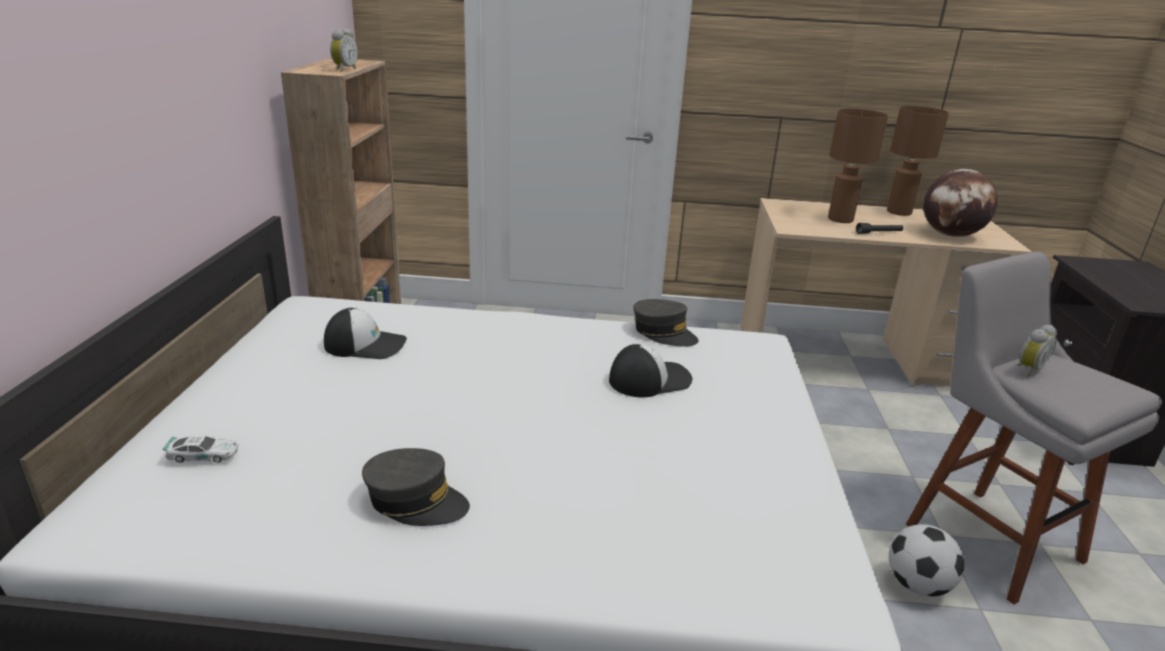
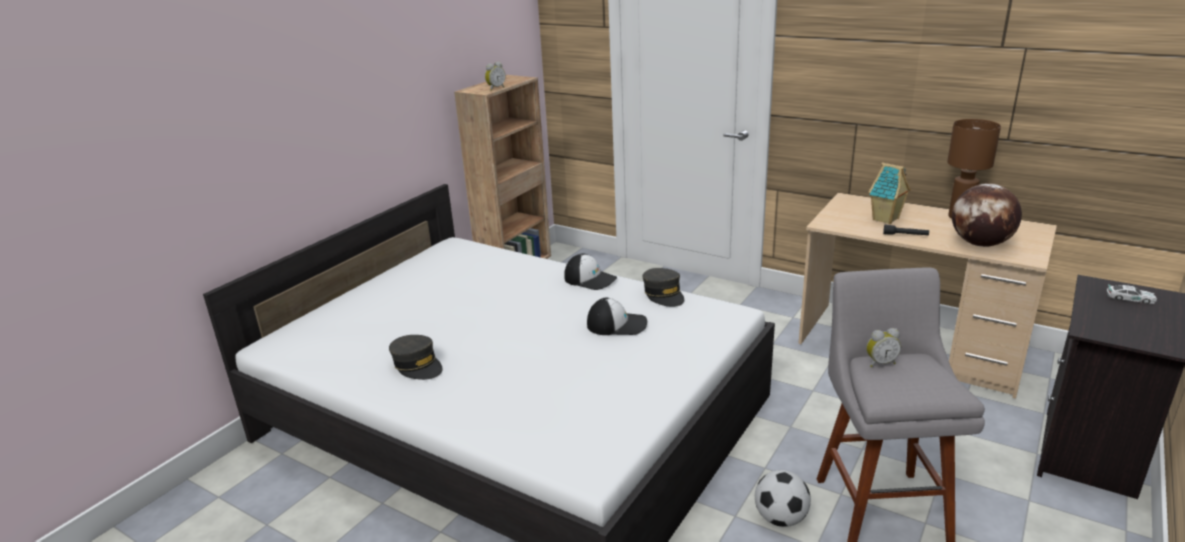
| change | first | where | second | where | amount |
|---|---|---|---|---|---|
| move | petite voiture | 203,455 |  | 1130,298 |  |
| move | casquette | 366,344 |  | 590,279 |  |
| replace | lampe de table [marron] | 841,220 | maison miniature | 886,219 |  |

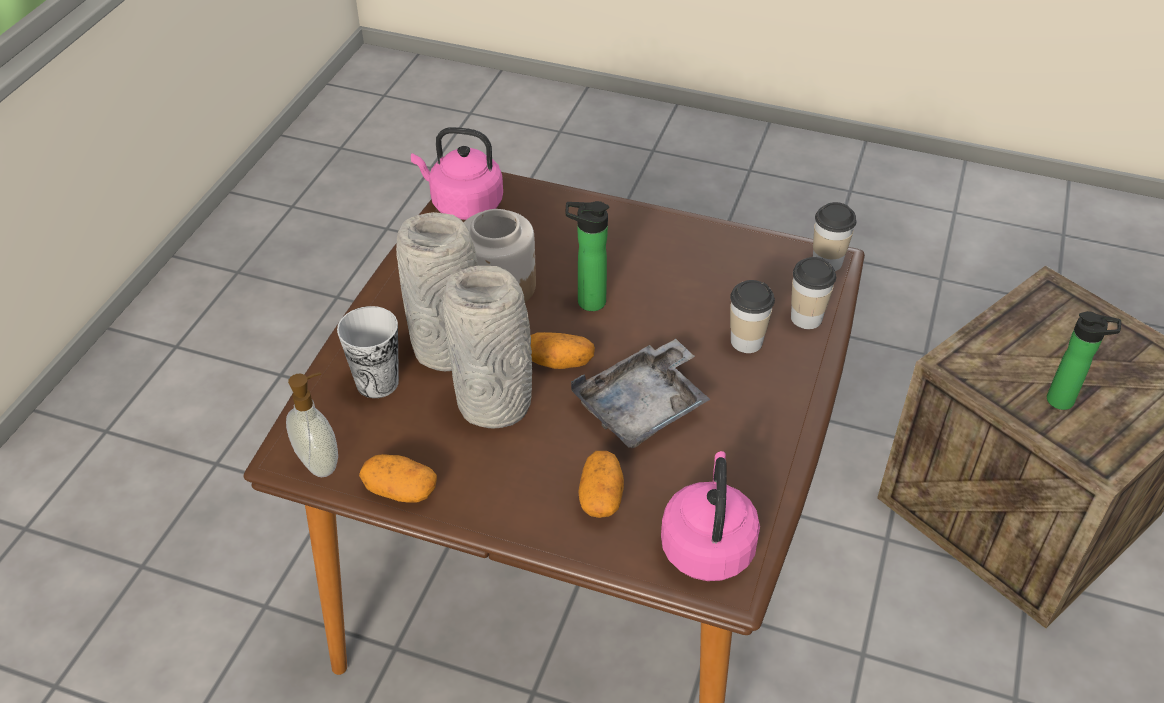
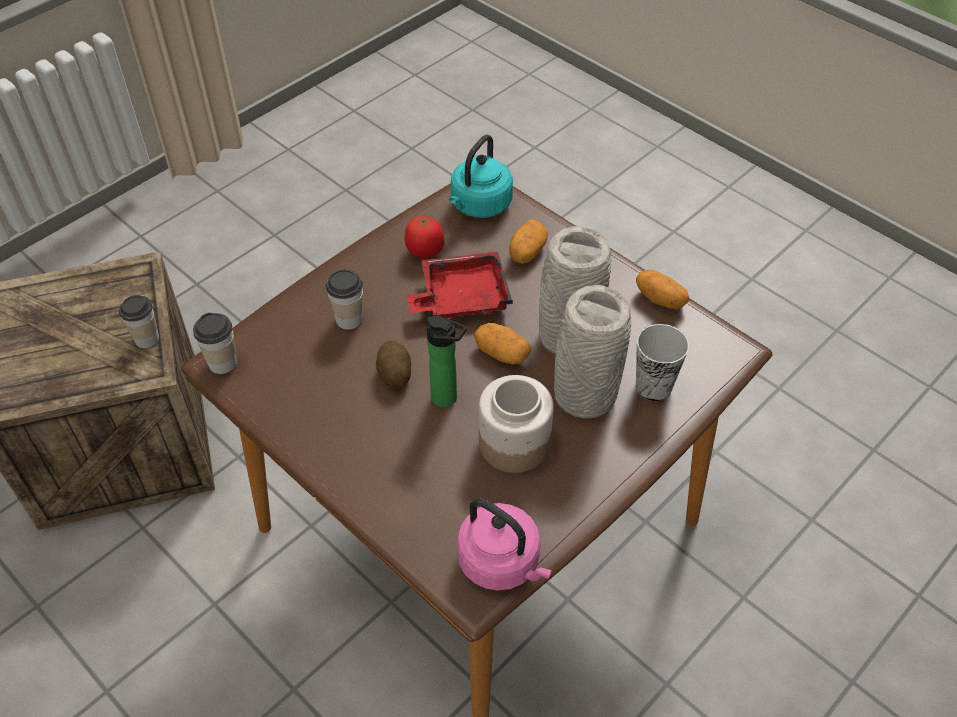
| change | first | where | second | where | amount |
|---|---|---|---|---|---|
| delete | distributeur de savon | 320,462 |  |  |  |
| recolor | plateau [gris] | 643,407 | plateau [rouge] | 461,297 |  |
| recolor | bouilloire [rose] | 707,545 | bouilloire [turquoise] | 479,206 |  |
| move | tasse | 806,318 |  | 147,338 |  |
| delete | bouteille | 1064,401 |  |  |  |
| insert |  |  | pomme de terre | 394,373 |  |
| insert |  |  | tomate | 425,251 |  |

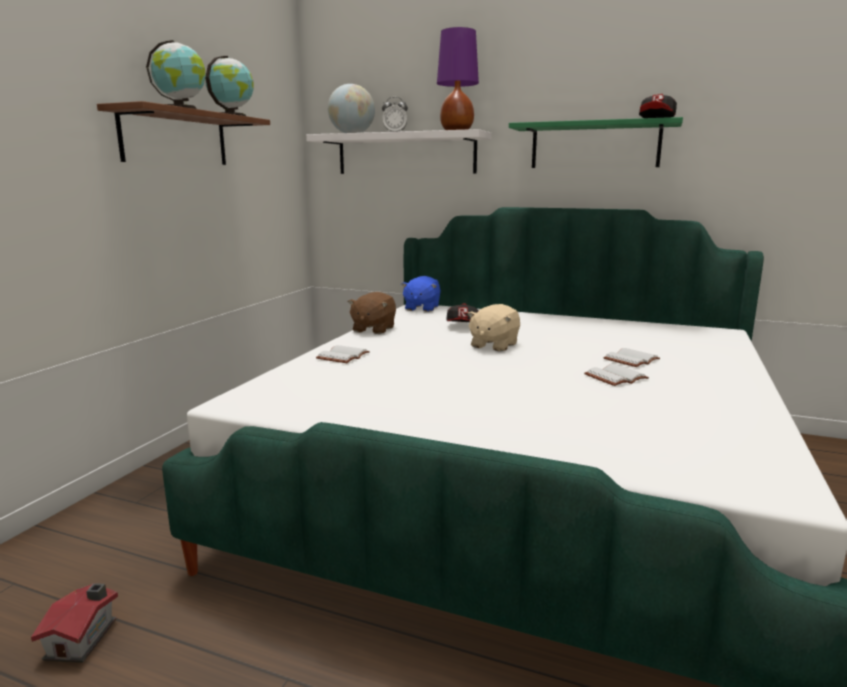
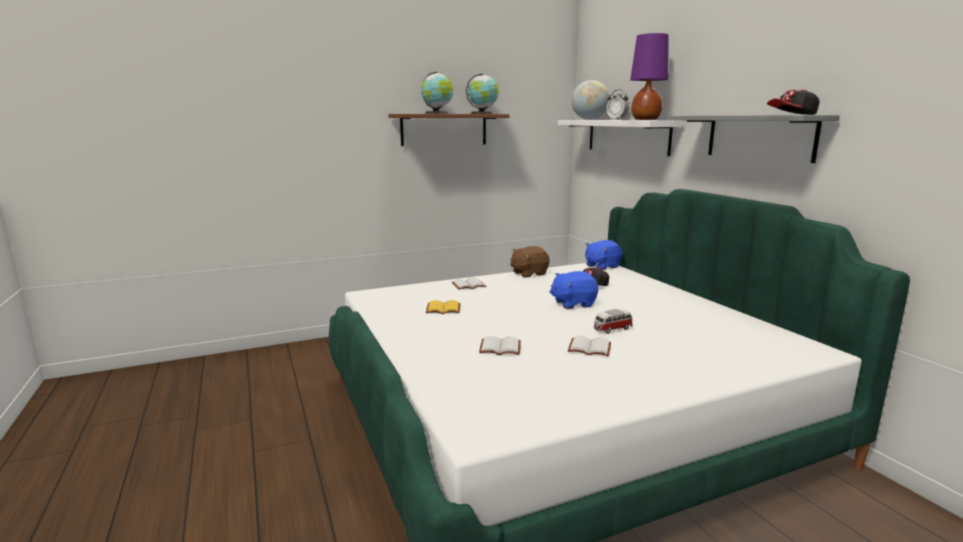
| change | first | where | second | where | amount |
|---|---|---|---|---|---|
| delete | maison miniature | 84,638 |  |  |  |
| recolor | peluche [beige] | 493,345 | peluche [bleu] | 573,303 |  |
| recolor | étagère [vert] | 594,146 | étagère [gris] | 759,137 |  |
| move | livre [blanc] | 632,360 |  | 499,348 |  |
| insert |  |  | livre [jaune] | 442,309 |  |
| insert |  |  | petite voiture | 612,329 |  |

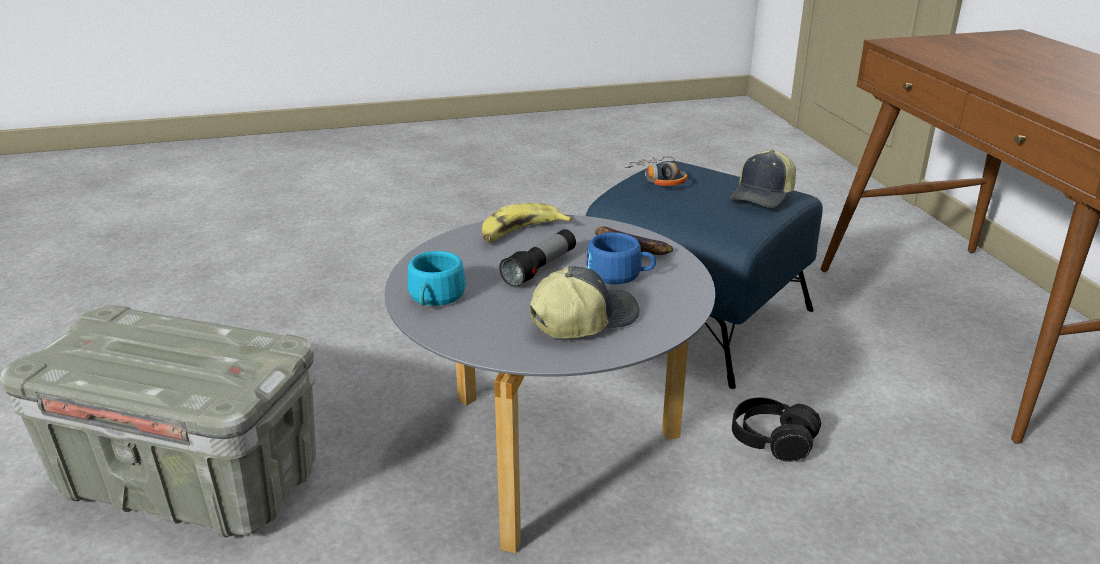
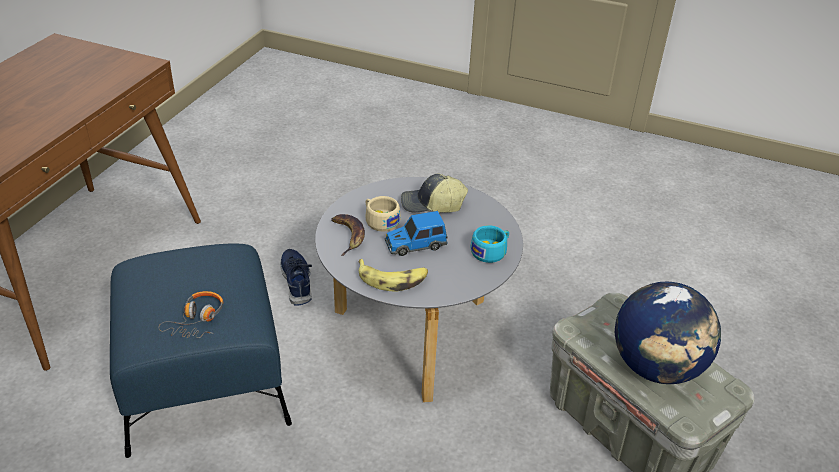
| change | first | where | second | where | amount |
|---|---|---|---|---|---|
| replace | lampe de poche | 540,269 | petite voiture | 415,245 |  |
| recolor | tasse [bleu] | 620,275 | tasse [beige] | 380,220 |  |
| delete | casquette | 763,196 |  |  |  |
| replace | casque audio [noir] | 772,440 | chaussure [bleu] | 297,281 |  |
| insert |  |  | globe | 656,367 |  |

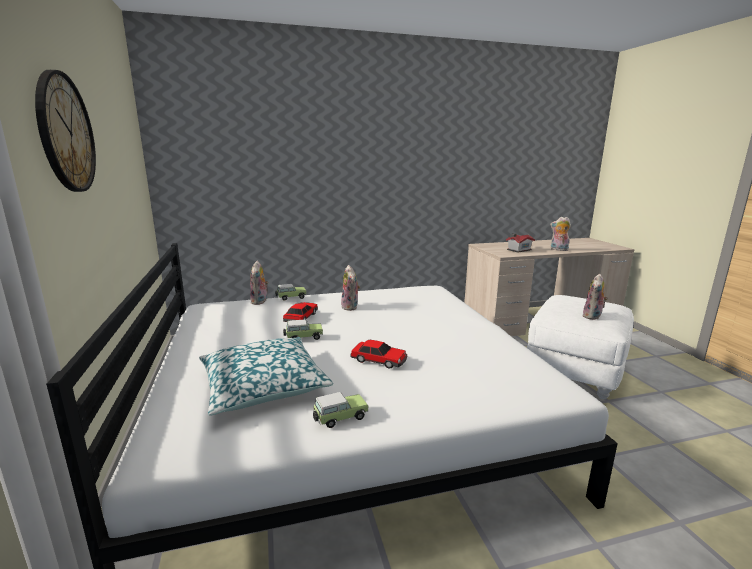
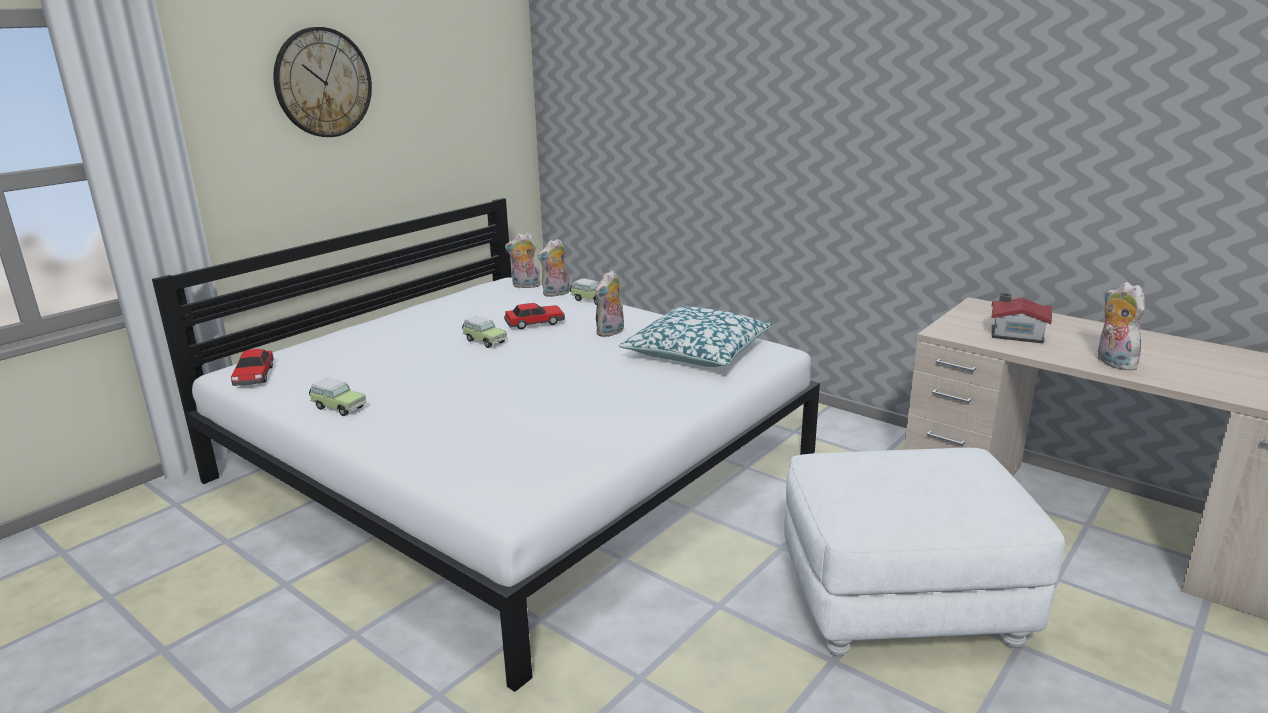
| change | first | where | second | where | amount |
|---|---|---|---|---|---|
| move | coussin | 263,385 |  | 697,352 |  |
| move | petite voiture | 379,360 |  | 254,376 |  |
| move | peluche | 593,317 |  | 525,286 |  |

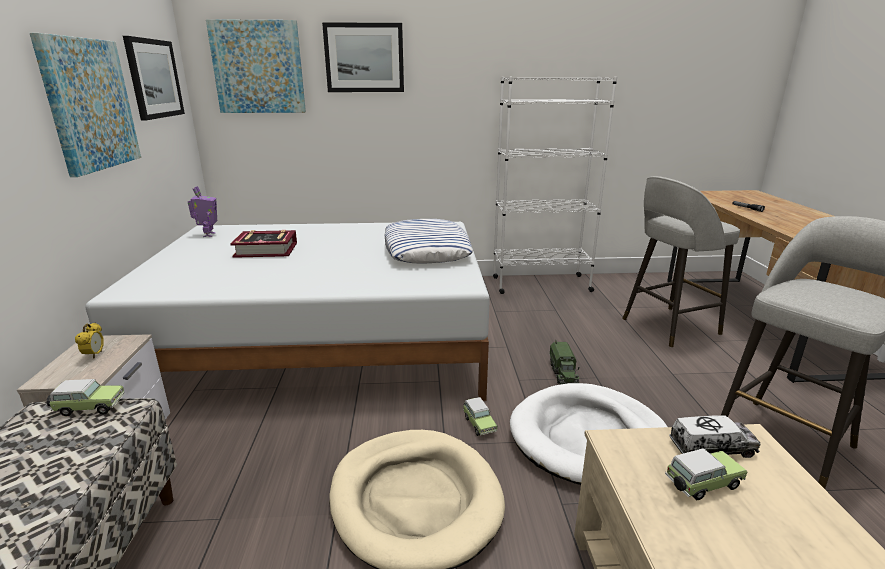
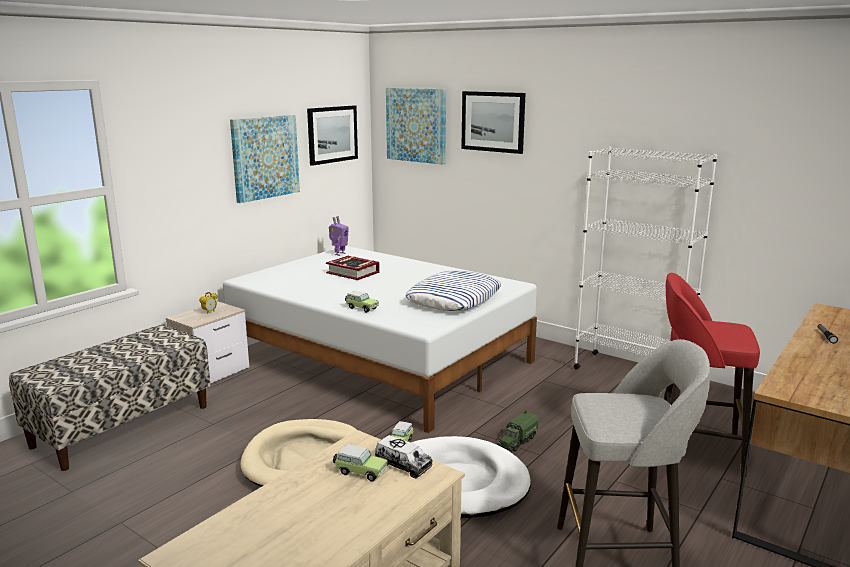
| change | first | where | second | where | amount |
|---|---|---|---|---|---|
| move | petite voiture | 88,408 |  | 361,308 |  |
| recolor | tabouret [gris] | 668,327 | tabouret [rouge] | 694,450 |  |

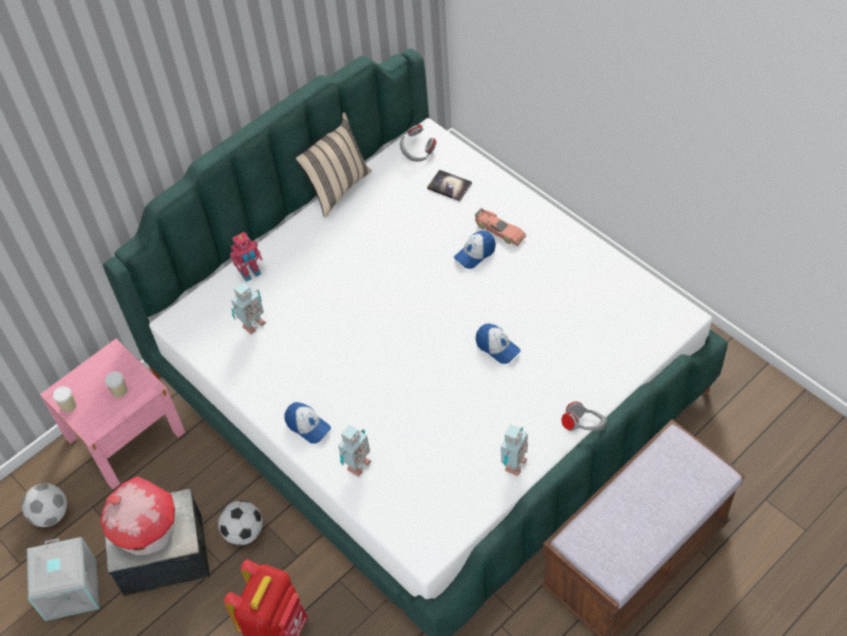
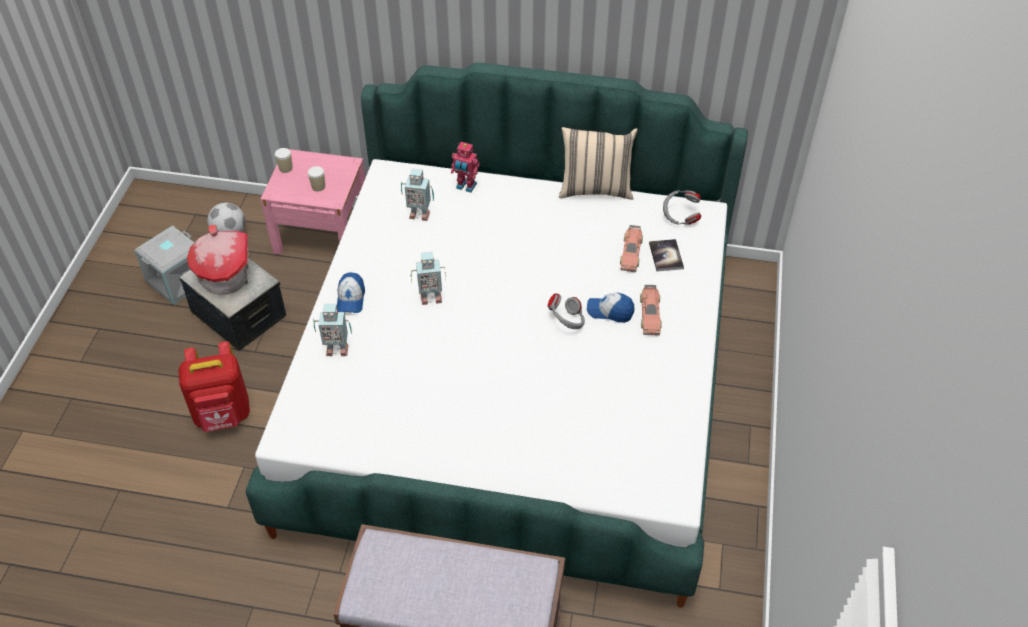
| change | first | where | second | where | amount |
|---|---|---|---|---|---|
| delete | ballon de foot | 244,532 |  |  |  |
| delete | casquette | 497,347 |  |  |  |
| move | robot jouet | 513,465 |  | 430,297 |  |
| move | casque audio [gris] | 584,426 |  | 567,322 |  |
| insert |  |  | petite voiture | 631,253 |  |

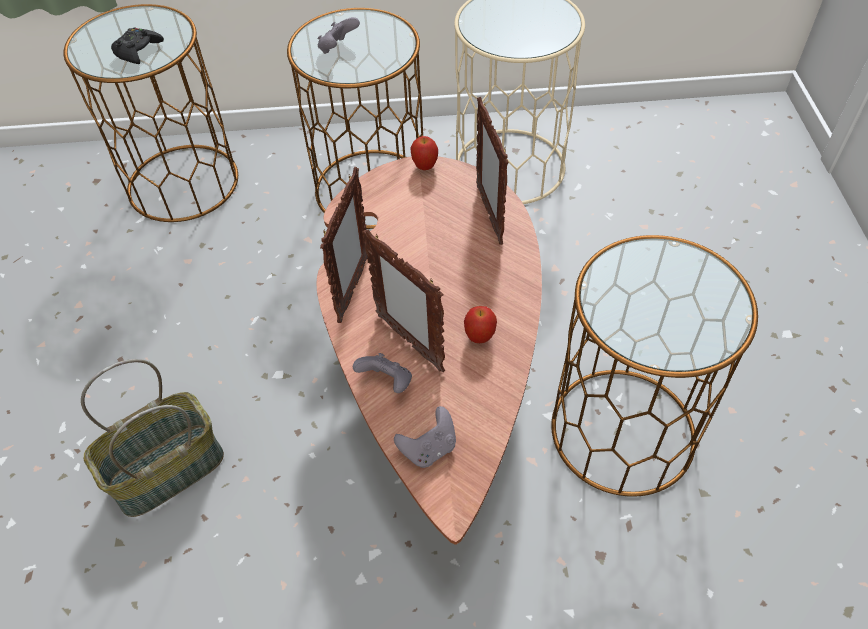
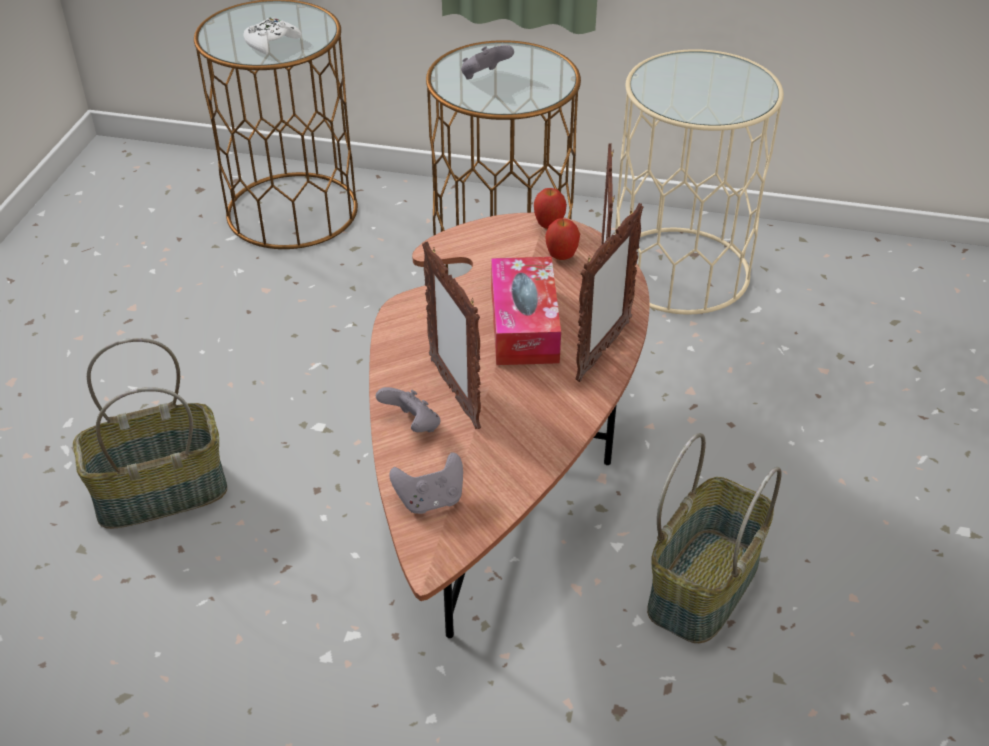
| change | first | where | second | where | amount |
|---|---|---|---|---|---|
| recolor | manette [noir] | 138,51 | manette [blanc] | 271,42 |  |
| move | cadre photo | 353,289 |  | 602,351 |  |
| move | pomme | 479,337 |  | 561,257 |  |
| replace | table d'appoint [marron] | 622,430 | panier | 702,584 |  |
| insert |  |  | boîte à mouchoirs | 524,325 |  |

